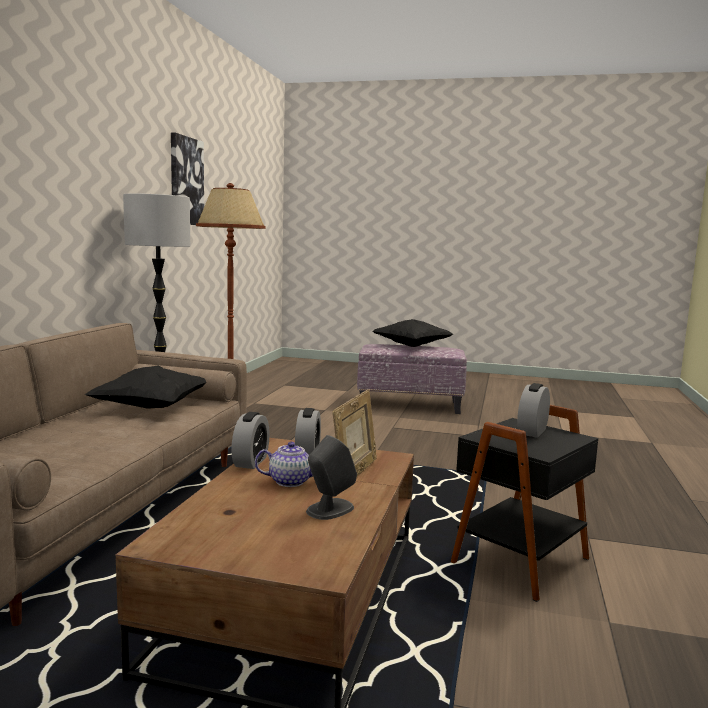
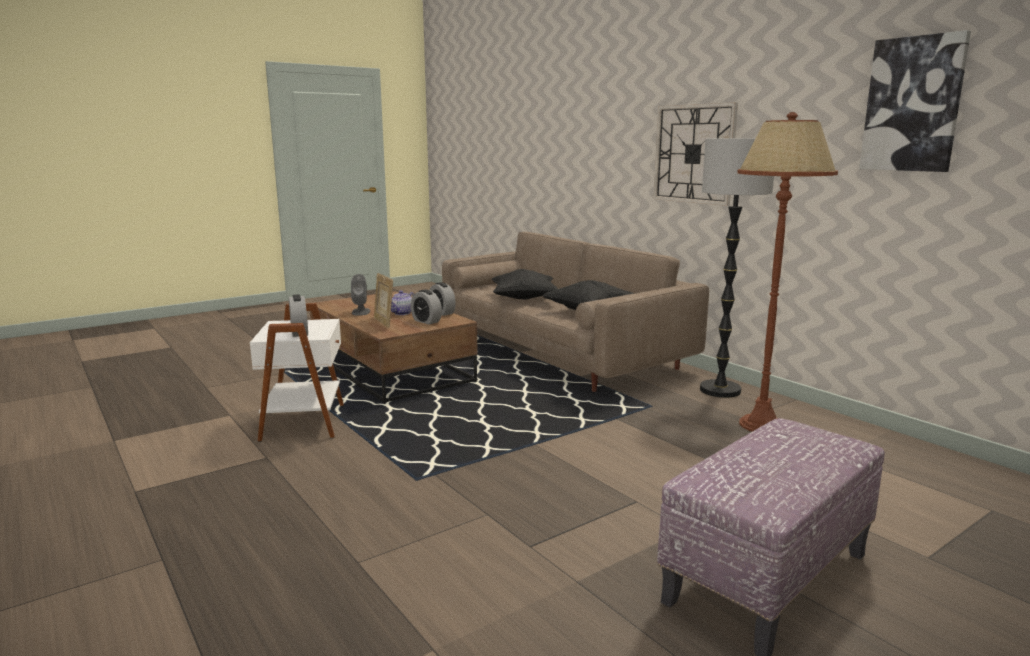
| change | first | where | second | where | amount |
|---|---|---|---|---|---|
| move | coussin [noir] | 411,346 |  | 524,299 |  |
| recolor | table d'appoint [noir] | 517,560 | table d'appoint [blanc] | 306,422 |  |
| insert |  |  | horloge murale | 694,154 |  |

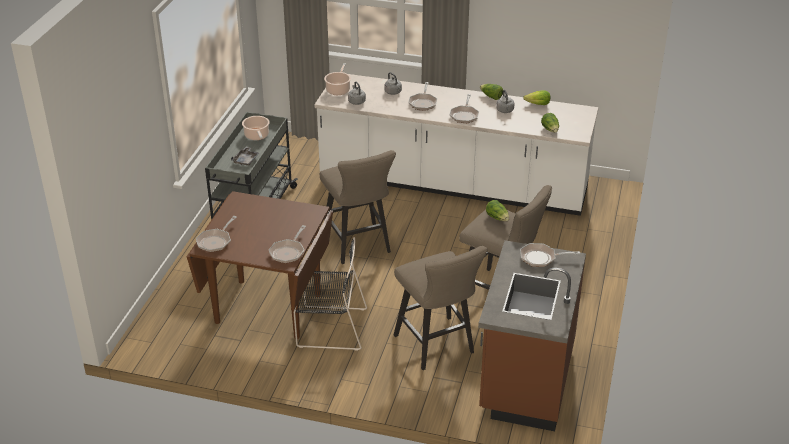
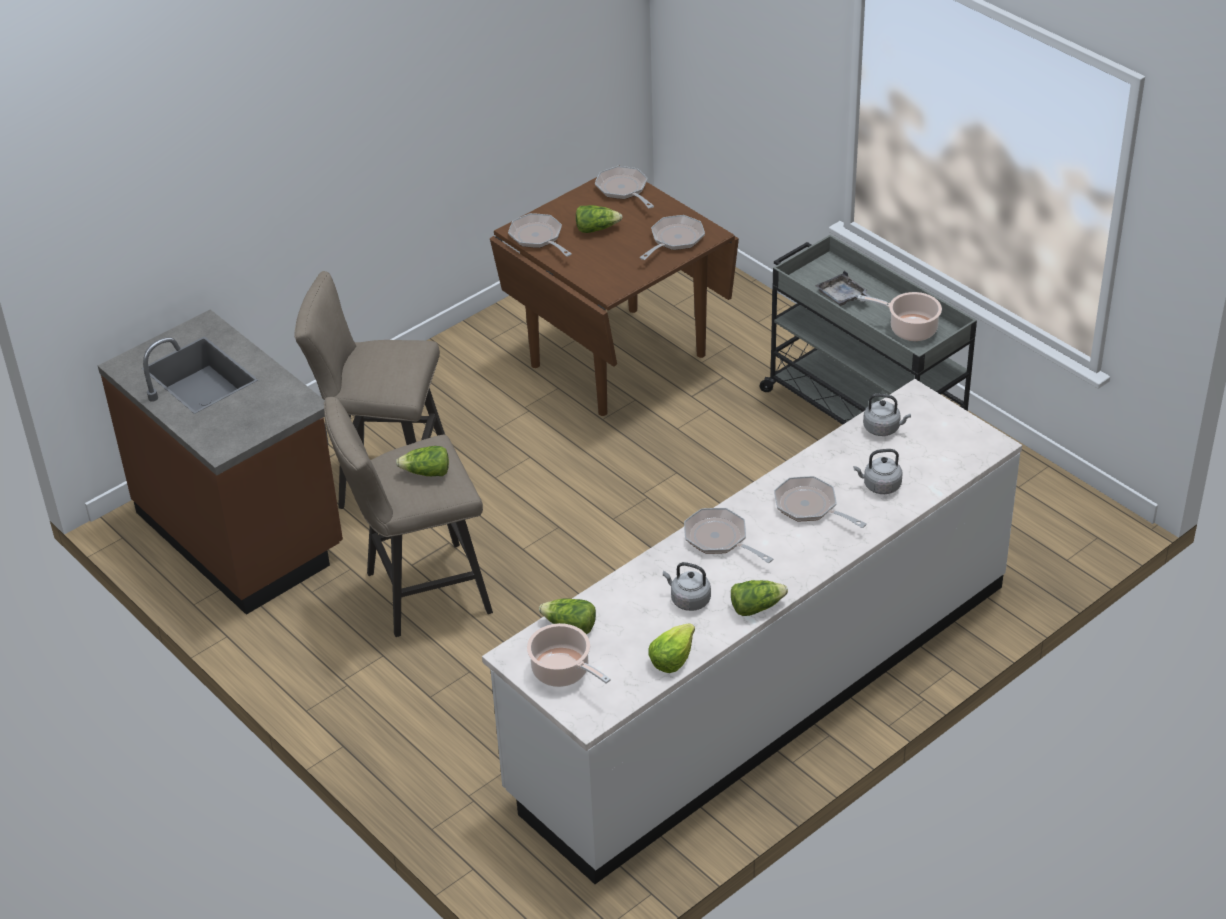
| change | first | where | second | where | amount |
|---|---|---|---|---|---|
| delete | chaise [noir] | 329,327 |  |  |  |
| delete | tabouret [beige] | 359,246 |  |  |  |
| move | marmite | 338,89 |  | 563,672 |  |
| move | poêle | 541,258 |  | 674,240 |  |
| insert |  |  | laitue | 596,228 |  |

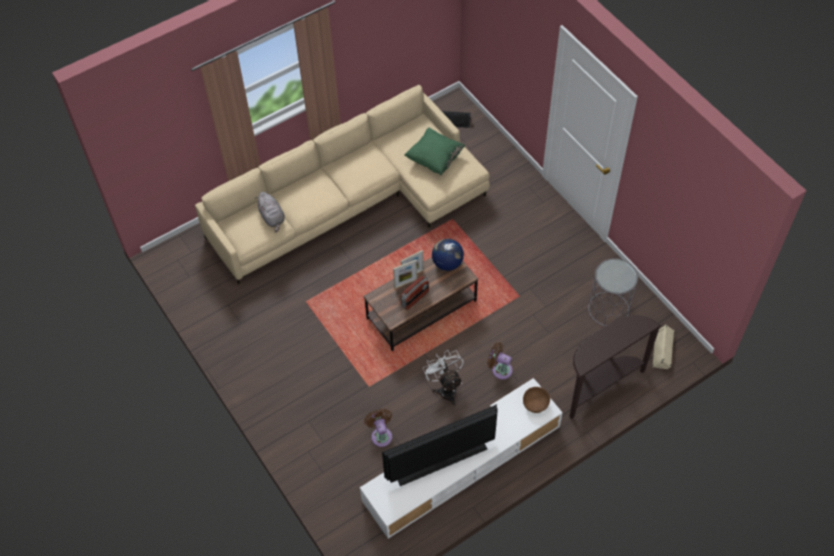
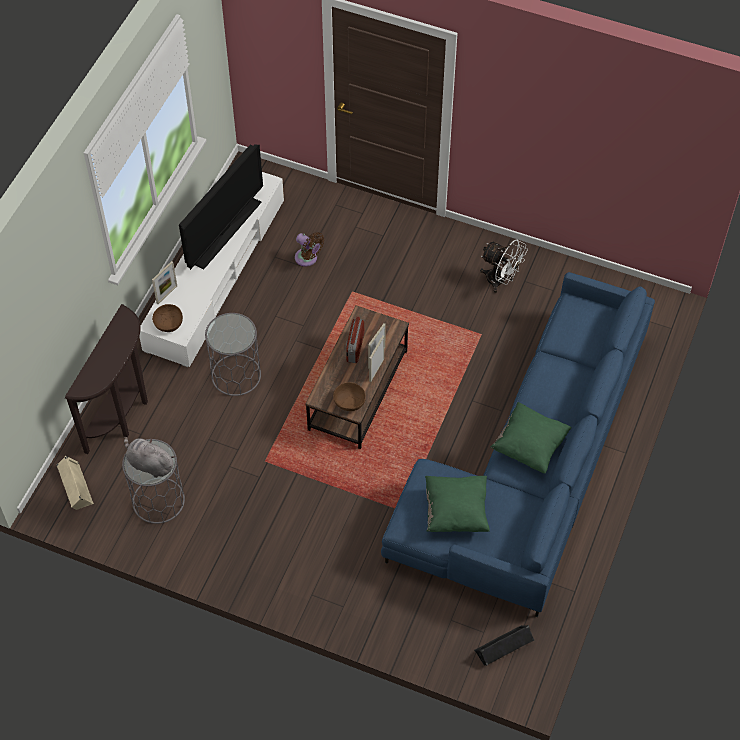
| change | first | where | second | where | amount |
|---|---|---|---|---|---|
| recolor | canapé [beige] | 352,201 | canapé [bleu] | 530,467 |  |
| move | peluche [gris] | 272,218 |  | 149,464 |  |
| move | ventilateur [blanc] | 446,388 |  | 500,281 |  |
| replace | globe | 447,263 | bol [marron] | 349,402 |  |
| replace | ventilateur [marron] | 500,369 | table d'appoint [gris] | 236,375 |  |
| insert |  |  | cadre photo | 167,294 |  |
| insert |  |  | coussin [vert] | 529,446 |  |

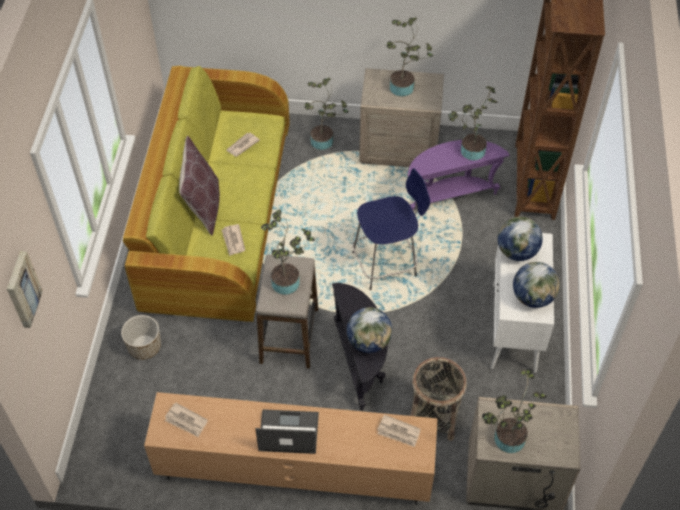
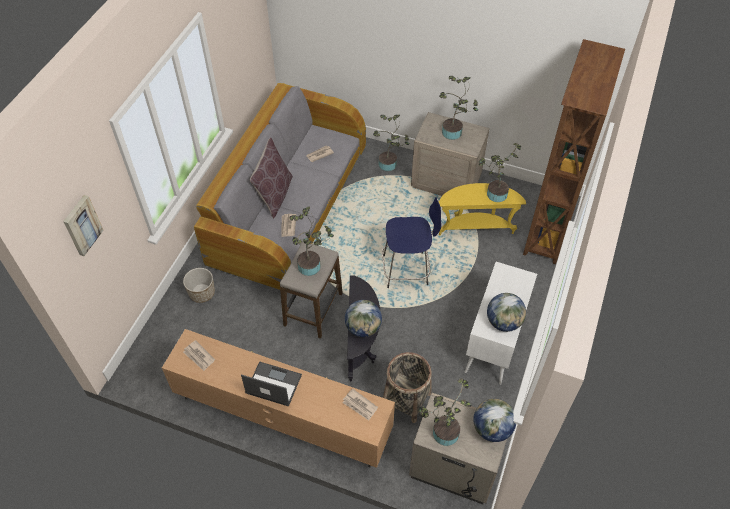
| change | first | where | second | where | amount |
|---|---|---|---|---|---|
| recolor | canapé [vert] | 217,215 | canapé [gris] | 289,205 |  |
| recolor | table d'appoint [violet] | 449,195 | table d'appoint [jaune] | 475,227 |  |
| move | globe | 516,252 |  | 491,429 |  |

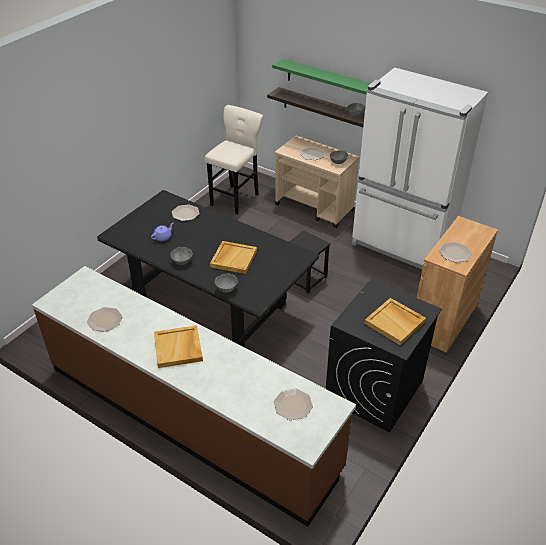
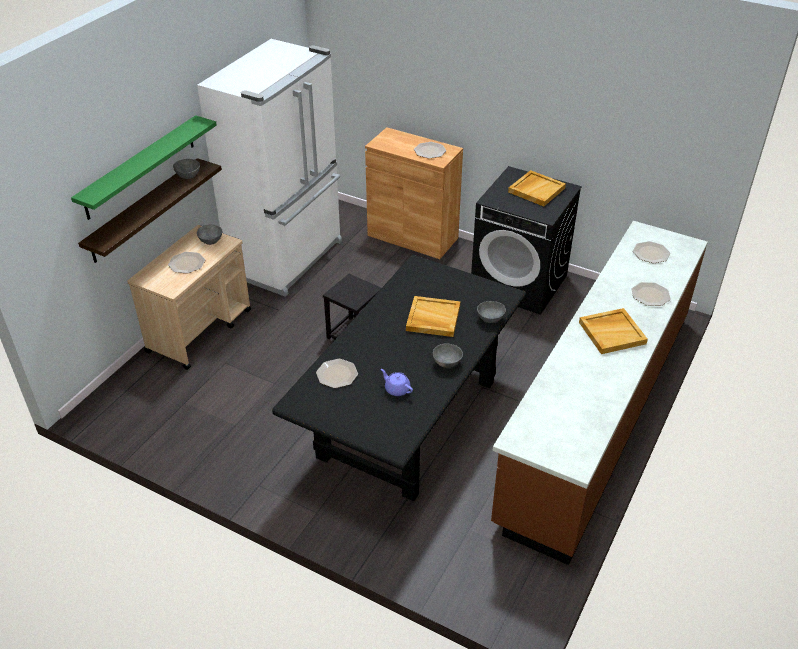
| change | first | where | second | where | amount |
|---|---|---|---|---|---|
| move | assiette | 105,320 |  | 651,295 |  |
| delete | tabouret [beige] | 236,198 |  |  |  |

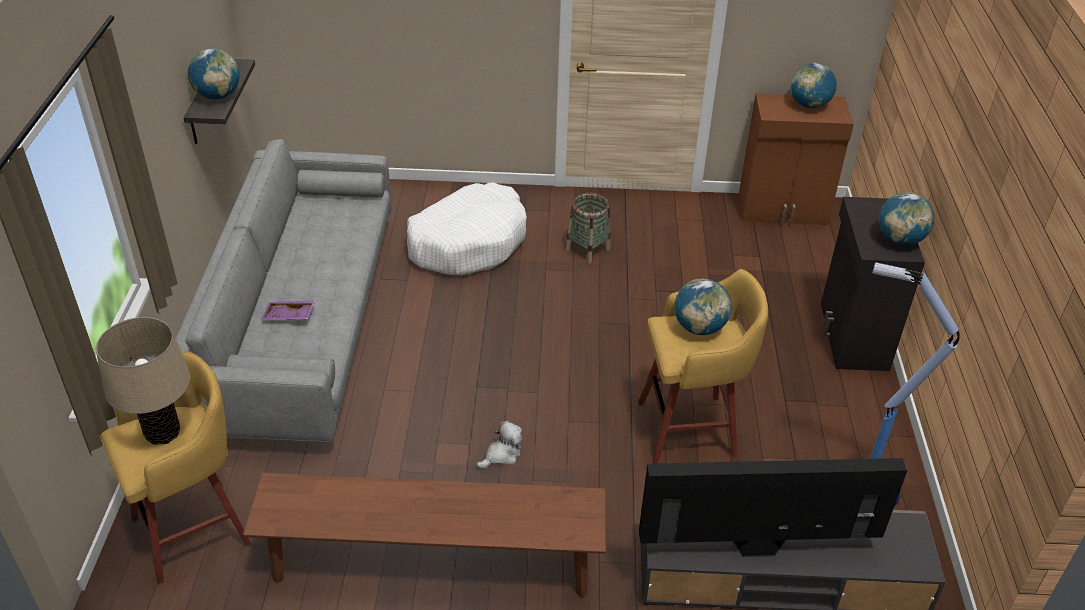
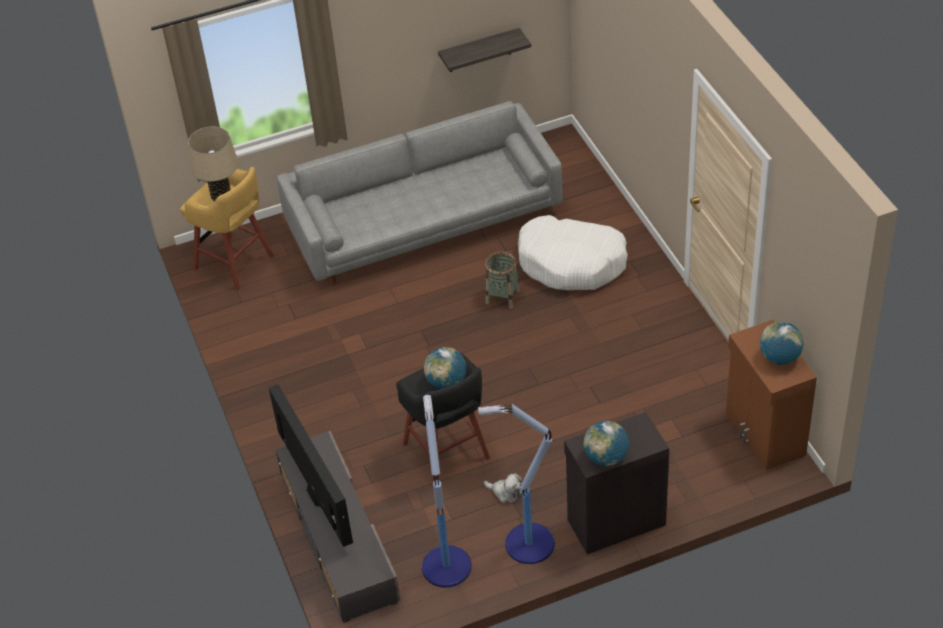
| change | first | where | second | where | amount |
|---|---|---|---|---|---|
| delete | globe | 218,96 |  |  |  |
| delete | banc [marron] | 432,564 |  |  |  |
| delete | plateau [violet] | 289,316 |  |  |  |
| move | peluche | 501,455 |  | 505,492 |  |
| move | panier | 588,249 |  | 503,297 |  |
| recolor | tabouret [jaune] | 690,429 | tabouret [noir] | 447,453 |  |
| insert |  |  | lampadaire | 527,544 |  |

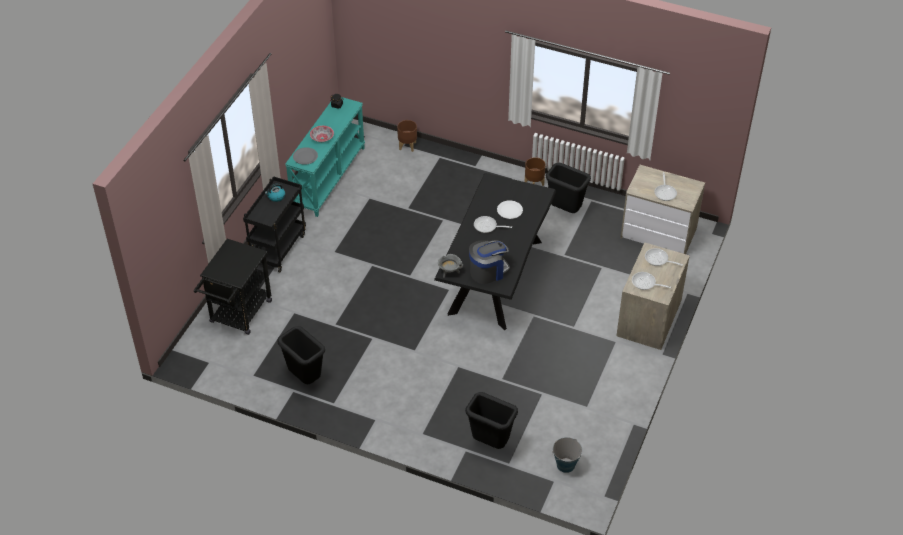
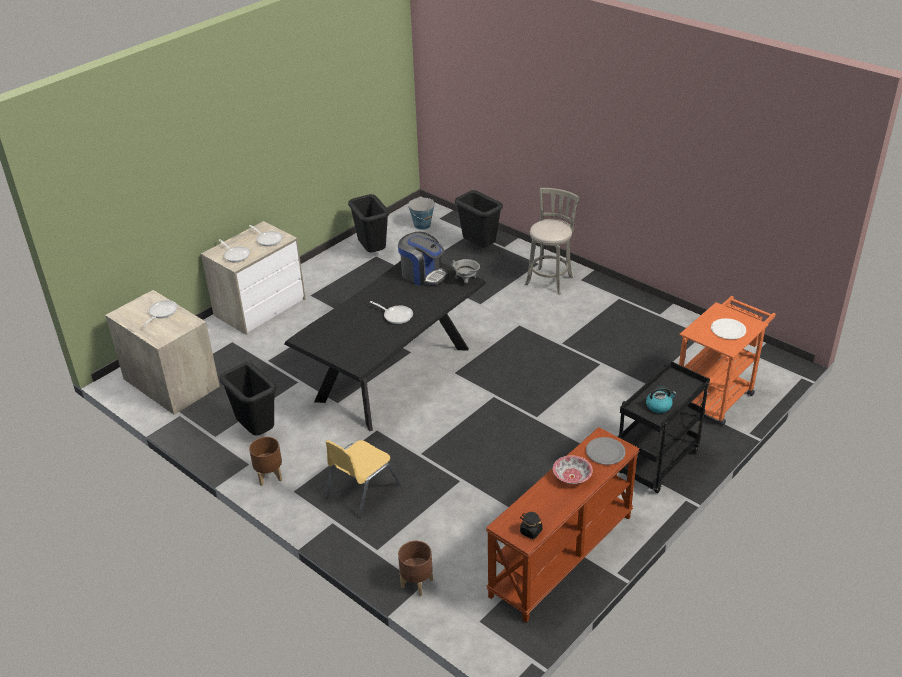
| change | first | where | second | where | amount |
|---|---|---|---|---|---|
| recolor | chariot [noir] | 238,315 | chariot [orange] | 717,394 |  |
| move | poubelle [noir] | 305,378 |  | 372,252 |  |
| recolor | table console [turquoise] | 328,177 | table console [marron] | 562,556 |  |
| rotate | machine à café | 488,271 |  | 423,274 | 135 degrees counterclockwise |
| move | assiette [blanc] | 509,210 |  | 728,330 |  |
| insert |  |  | chaise [jaune] | 362,490 |  |
| insert |  |  | tabouret [gris] | 550,280 |  |

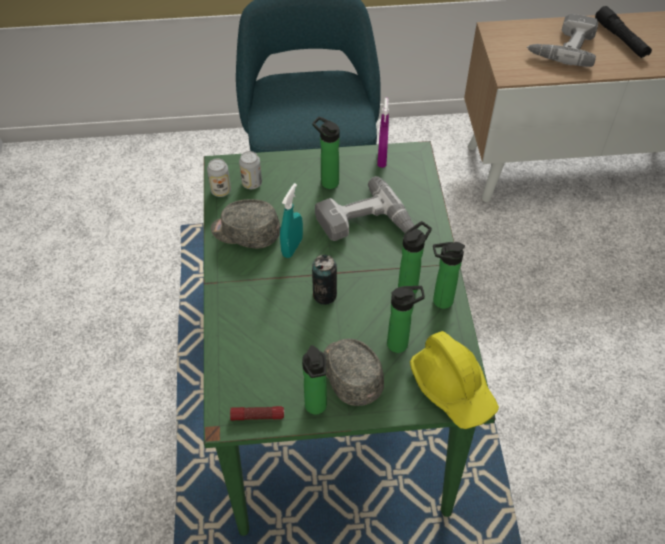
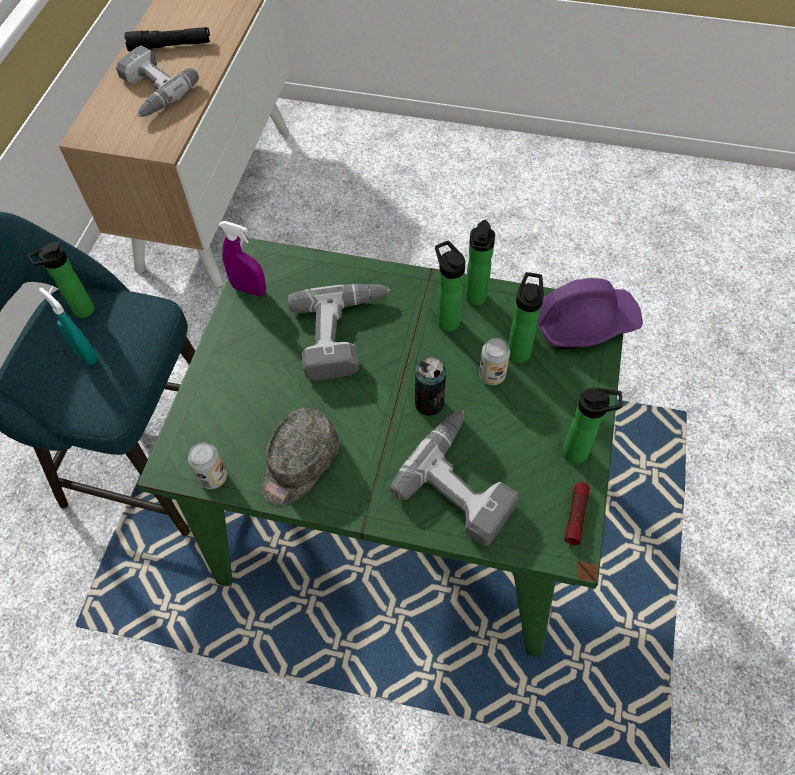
| change | first | where | second | where | amount |
|---|---|---|---|---|---|
| move | boîte métallique | 252,183 |  | 492,375 |  |
| move | vaporisateur [turquoise] | 292,247 |  | 85,354 |  |
| move | bouteille | 327,181 |  | 80,311 |  |
| delete | casquette [gris] | 350,374 |  |  |  |
| recolor | casque de chantier [jaune] | 453,387 | casque de chantier [violet] | 585,322 |  |
| insert |  |  | perceuse | 465,481 |  |

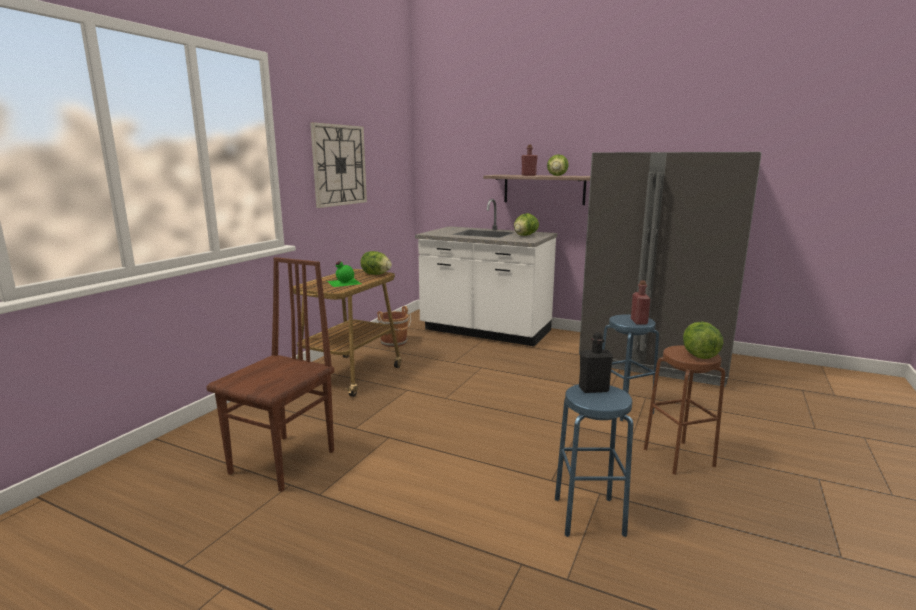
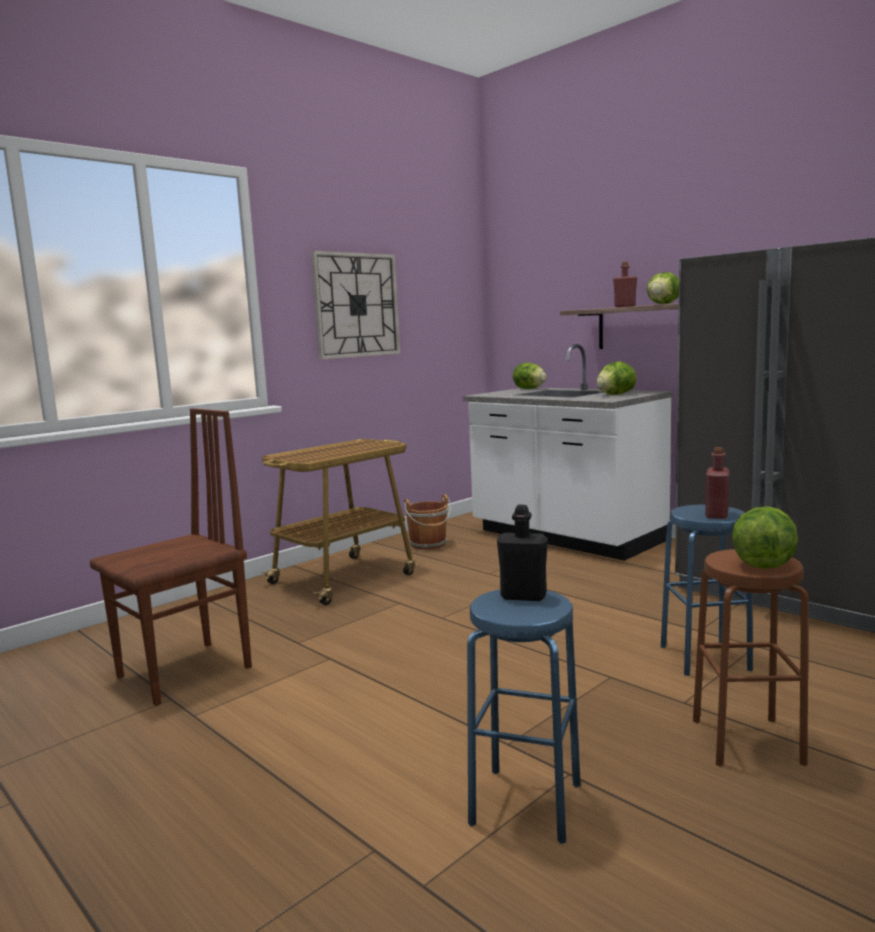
| change | first | where | second | where | amount |
|---|---|---|---|---|---|
| delete | bouteille [vert] | 343,282 |  |  |  |
| move | laitue | 376,274 |  | 529,389 |  |

